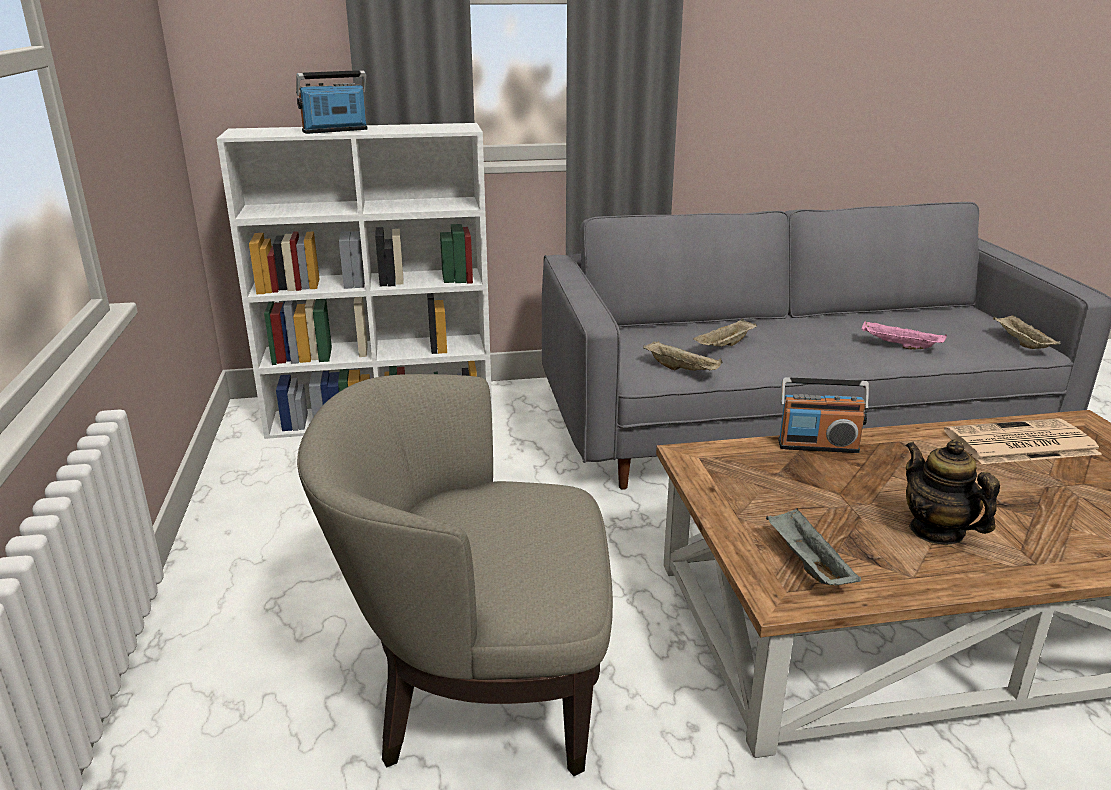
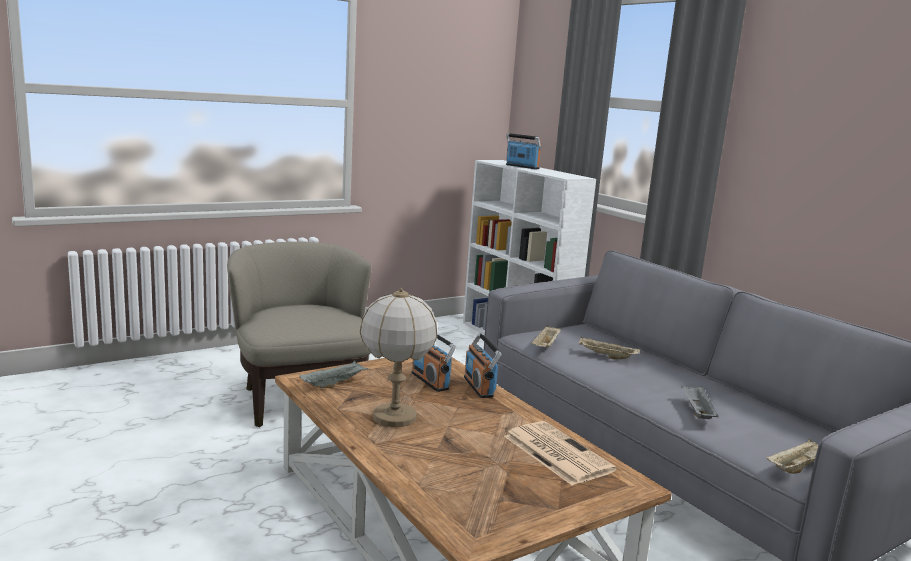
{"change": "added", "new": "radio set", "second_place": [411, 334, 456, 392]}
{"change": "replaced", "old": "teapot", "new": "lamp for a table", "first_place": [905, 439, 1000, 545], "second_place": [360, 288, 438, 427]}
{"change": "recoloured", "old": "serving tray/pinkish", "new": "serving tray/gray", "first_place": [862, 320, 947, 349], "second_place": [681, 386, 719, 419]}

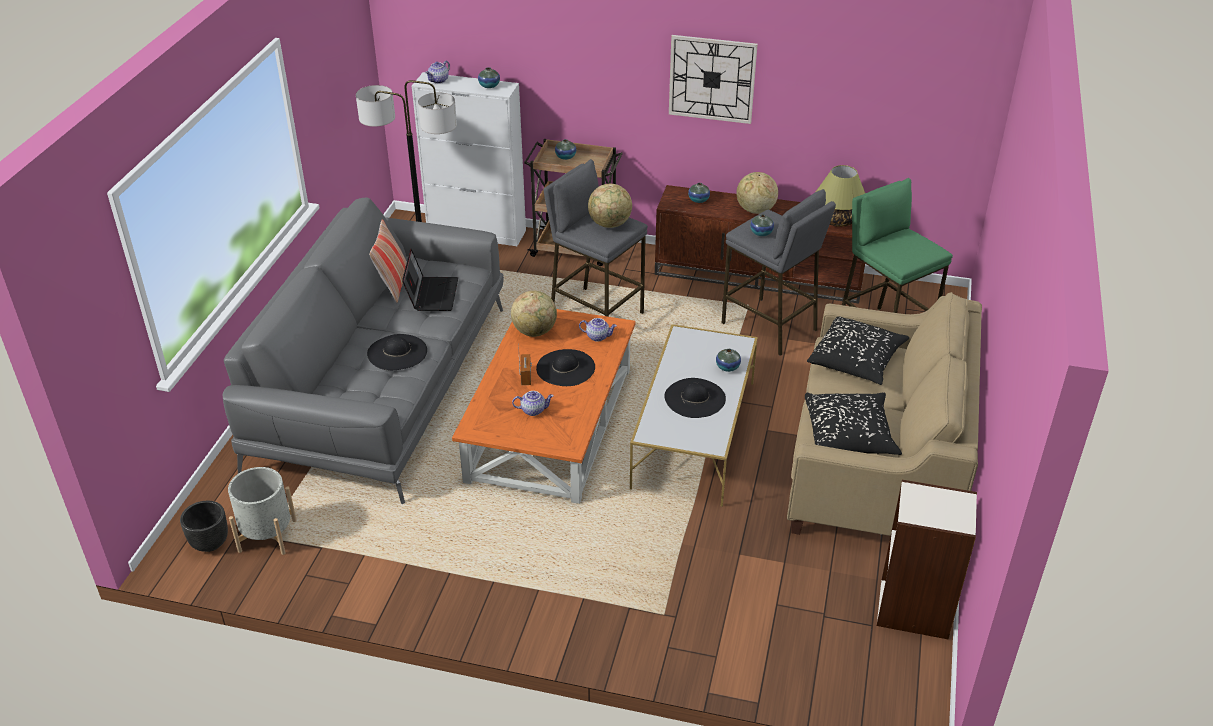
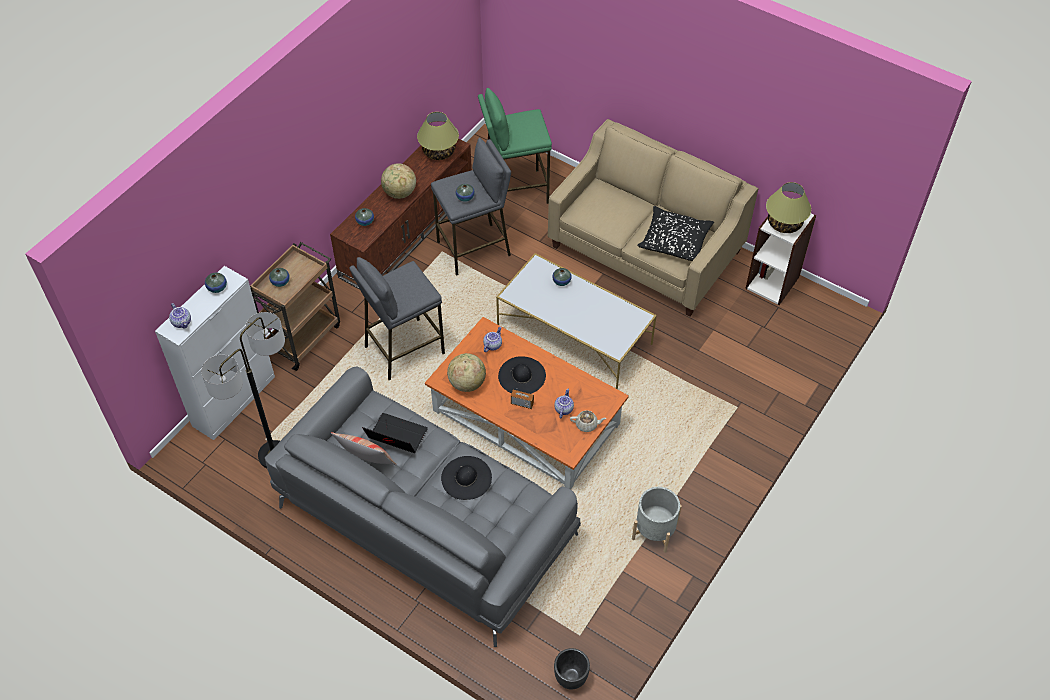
{"change": "removed", "old": "world globe", "first_place": [588, 184, 632, 228]}
{"change": "removed", "old": "wearable hat/black-coloured", "first_place": [664, 378, 726, 418]}
{"change": "removed", "old": "clock on the wall", "first_place": [669, 35, 758, 124]}
{"change": "removed", "old": "cushion/black-coloured", "first_place": [807, 317, 909, 385]}
{"change": "added", "new": "teapot/beige", "second_place": [570, 410, 606, 432]}
{"change": "added", "new": "lamp for a table", "second_place": [766, 182, 811, 233]}
{"change": "moved", "old": "flower pot/gray", "first_place": [228, 467, 297, 555], "second_place": [632, 487, 682, 553]}

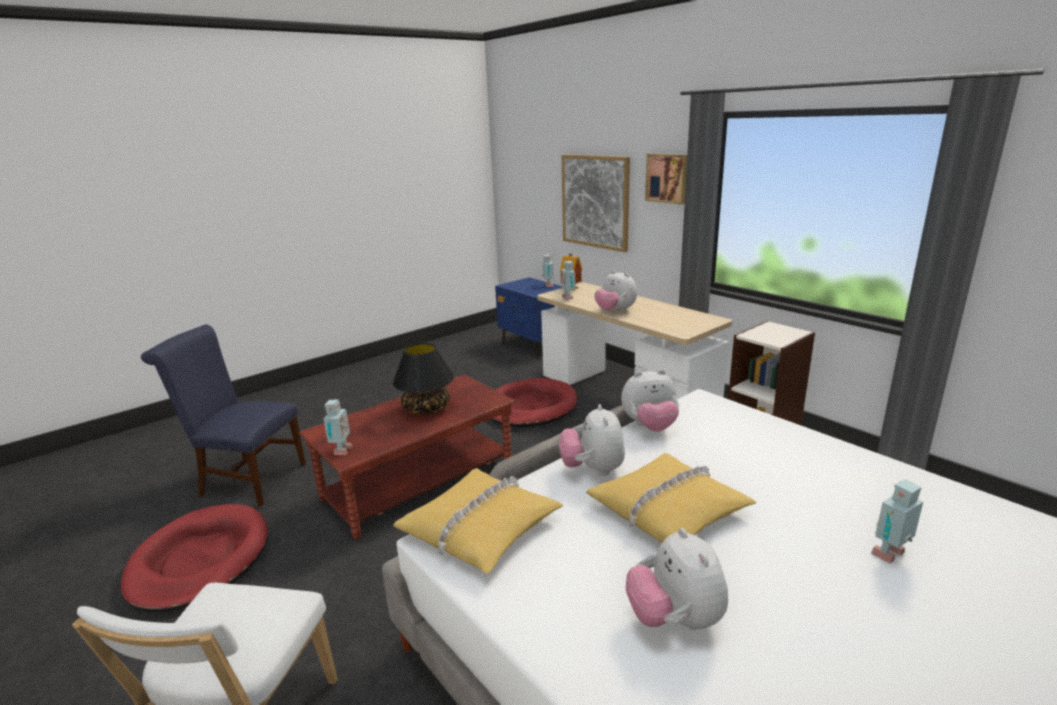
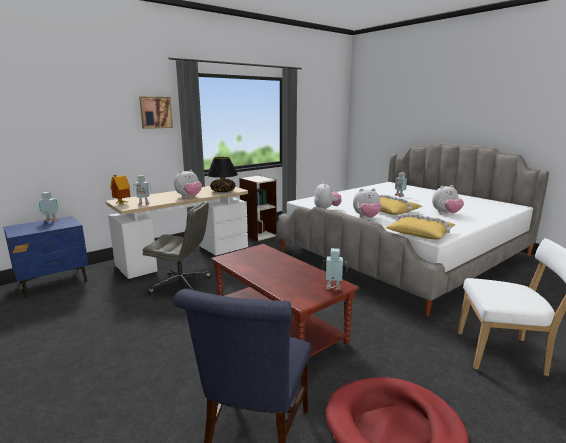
{"change": "removed", "old": "wall picture", "first_place": [562, 155, 630, 252]}
{"change": "moved", "old": "lamp for a table/black-coloured", "first_place": [393, 343, 454, 415], "second_place": [207, 157, 238, 192]}
{"change": "replaced", "old": "dog bed/red-coloured", "new": "office chair/gray", "first_place": [491, 378, 577, 427], "second_place": [143, 202, 211, 294]}

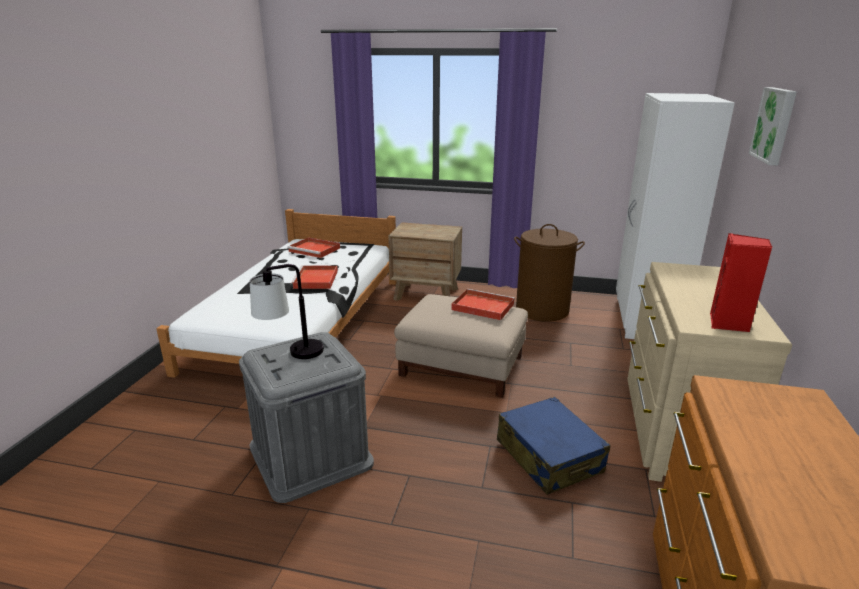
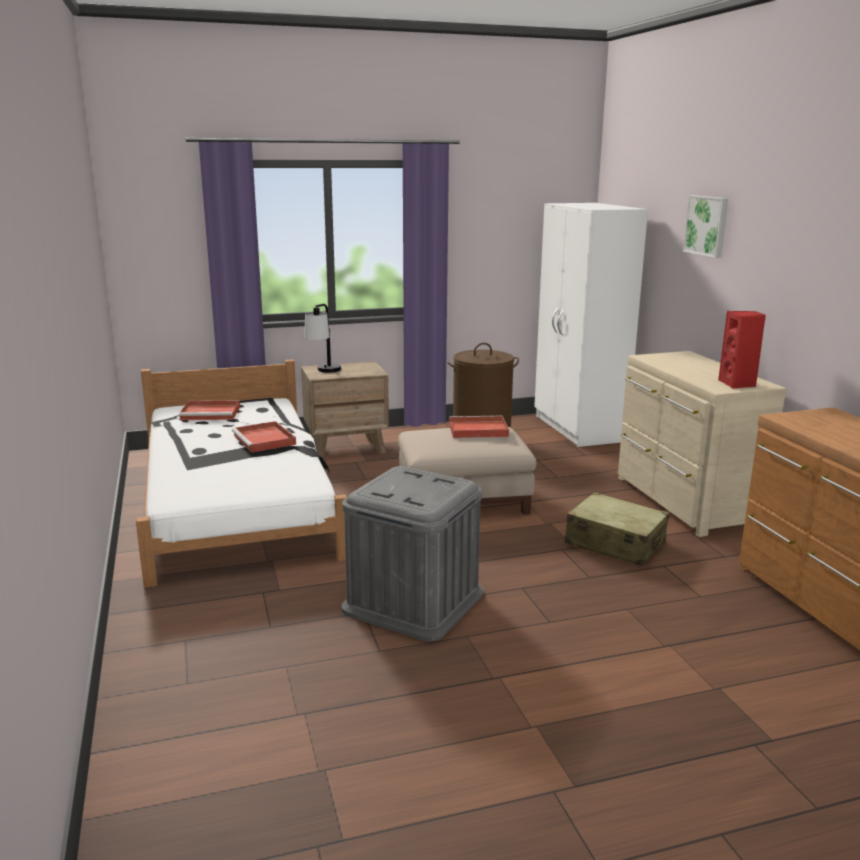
{"change": "moved", "old": "lamp for a table", "first_place": [250, 264, 324, 359], "second_place": [304, 304, 341, 373]}
{"change": "recoloured", "old": "piece of luggage/bluish", "new": "piece of luggage/beige", "first_place": [497, 397, 610, 495], "second_place": [565, 492, 669, 566]}

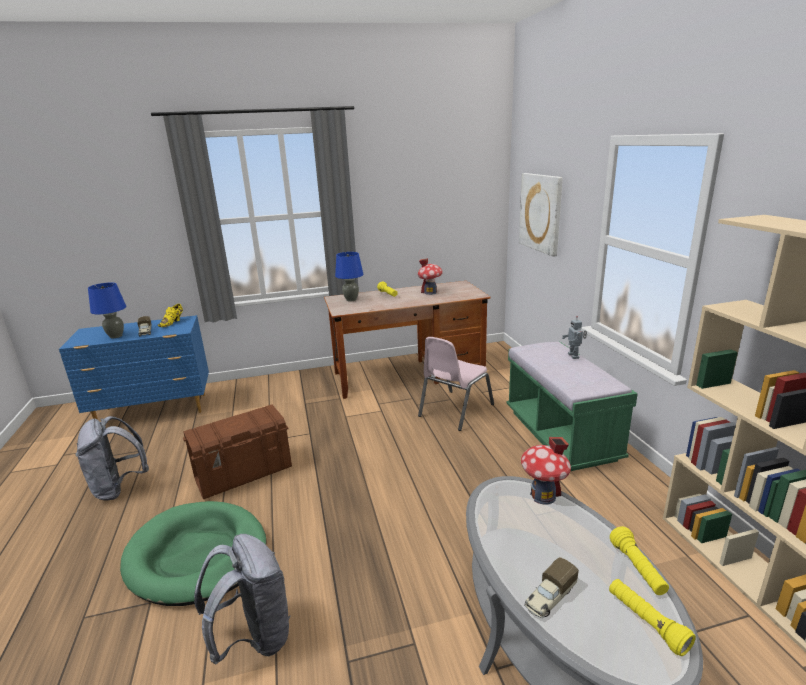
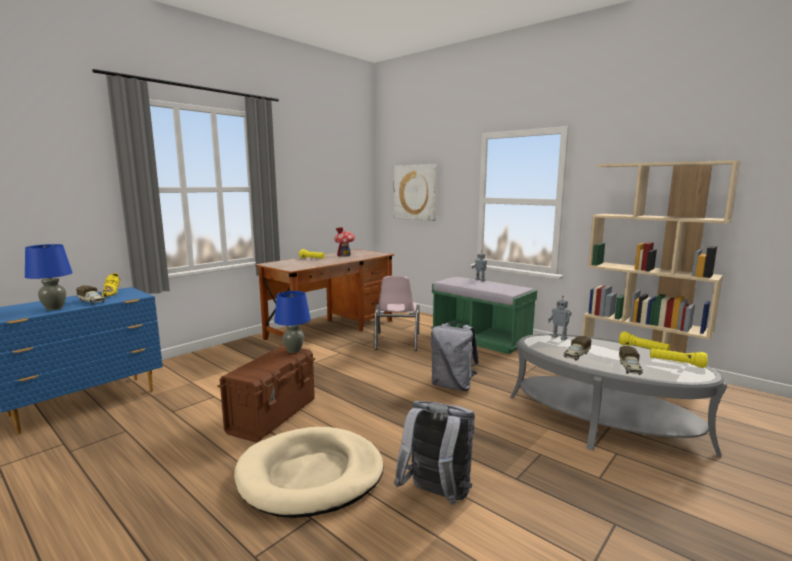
{"change": "added", "new": "toy truck", "second_place": [563, 336, 592, 360]}
{"change": "moved", "old": "knapsack/gray", "first_place": [76, 416, 149, 500], "second_place": [431, 322, 479, 391]}
{"change": "moved", "old": "lamp for a table/bluish", "first_place": [335, 252, 363, 302], "second_place": [274, 291, 311, 353]}
{"change": "replaced", "old": "model house", "new": "toy robot", "first_place": [521, 437, 571, 505], "second_place": [548, 296, 571, 340]}
{"change": "recoloured", "old": "dog bed/green", "new": "dog bed/beige", "first_place": [120, 501, 267, 606], "second_place": [234, 427, 384, 518]}

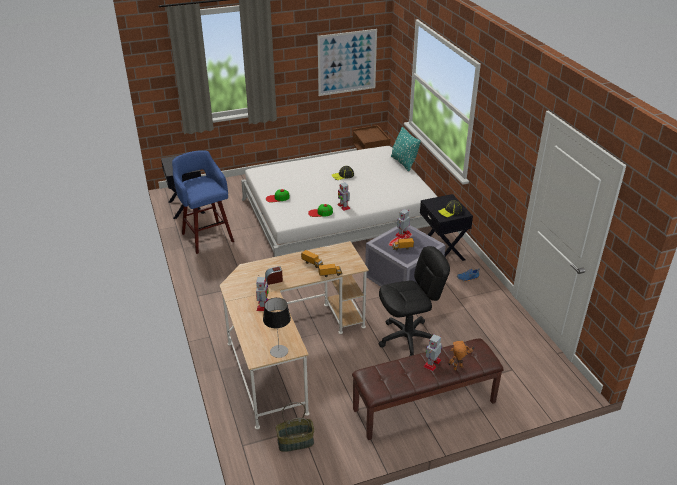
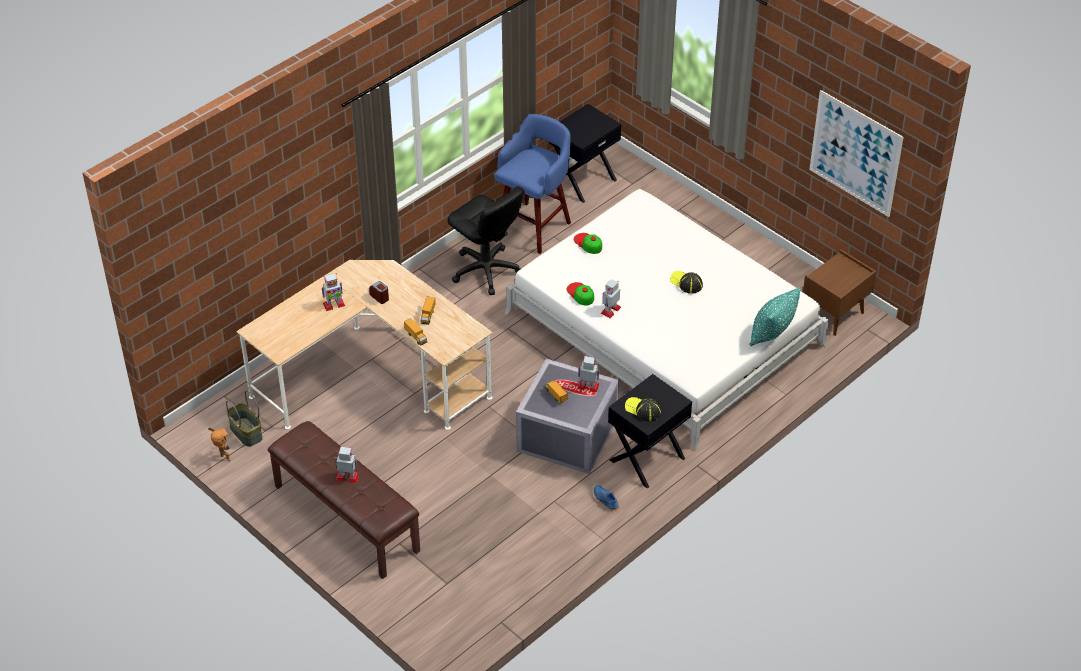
{"change": "removed", "old": "lamp for a table", "first_place": [263, 298, 291, 358]}
{"change": "moved", "old": "office chair/black-coloured", "first_place": [379, 246, 450, 356], "second_place": [448, 186, 525, 295]}
{"change": "moved", "old": "toy robot", "first_place": [449, 341, 475, 370], "second_place": [208, 427, 230, 461]}

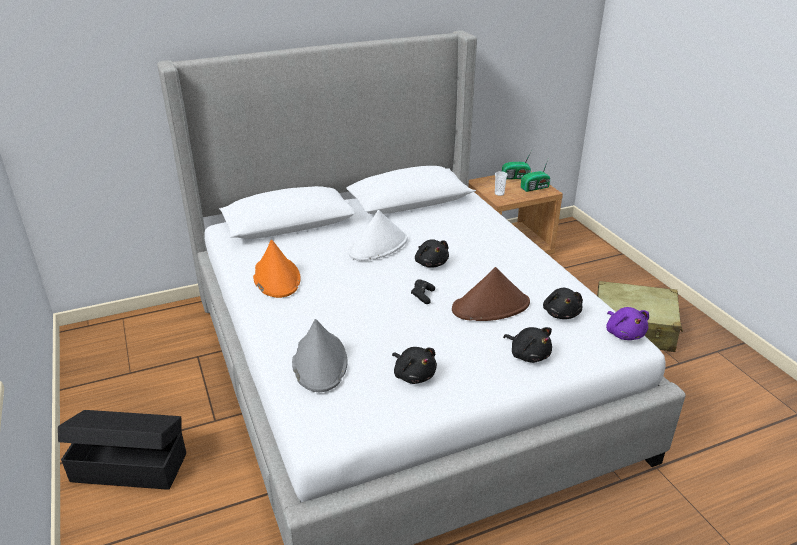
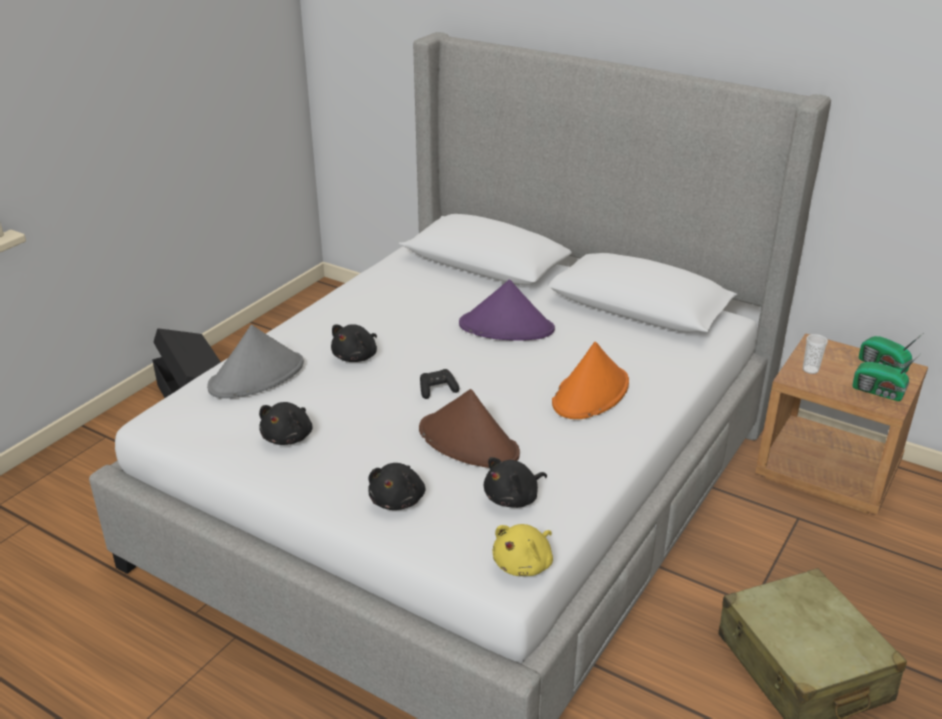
{"change": "moved", "old": "wearable hat/orange", "first_place": [253, 239, 301, 298], "second_place": [552, 342, 629, 419]}
{"change": "moved", "old": "cuddly toy/black-coloured", "first_place": [415, 239, 449, 268], "second_place": [331, 324, 377, 362]}
{"change": "recoloured", "old": "wearable hat/whitish", "new": "wearable hat/purple", "first_place": [349, 210, 408, 261], "second_place": [459, 280, 555, 341]}
{"change": "recoloured", "old": "cuddly toy/purple", "new": "cuddly toy/yellow", "first_place": [606, 307, 649, 340], "second_place": [492, 524, 553, 576]}

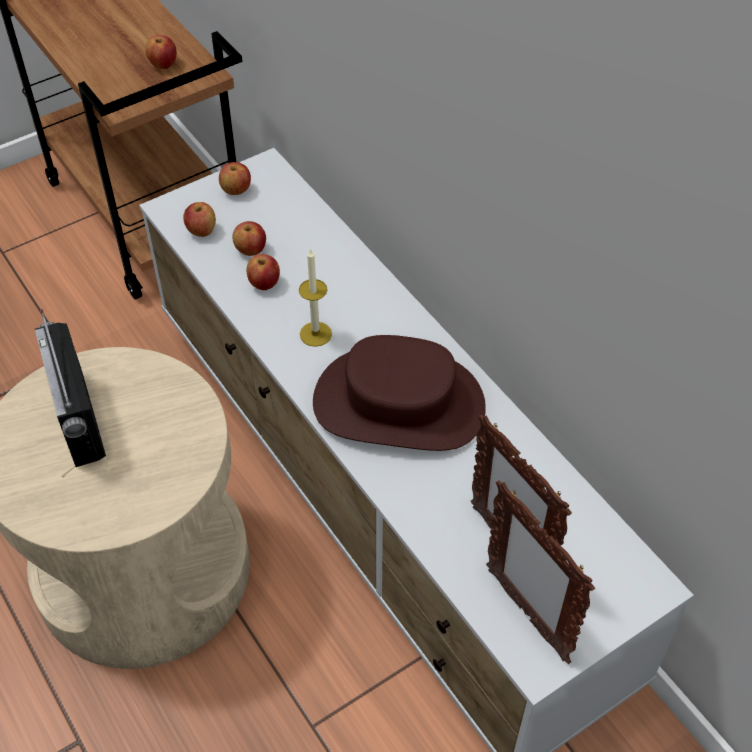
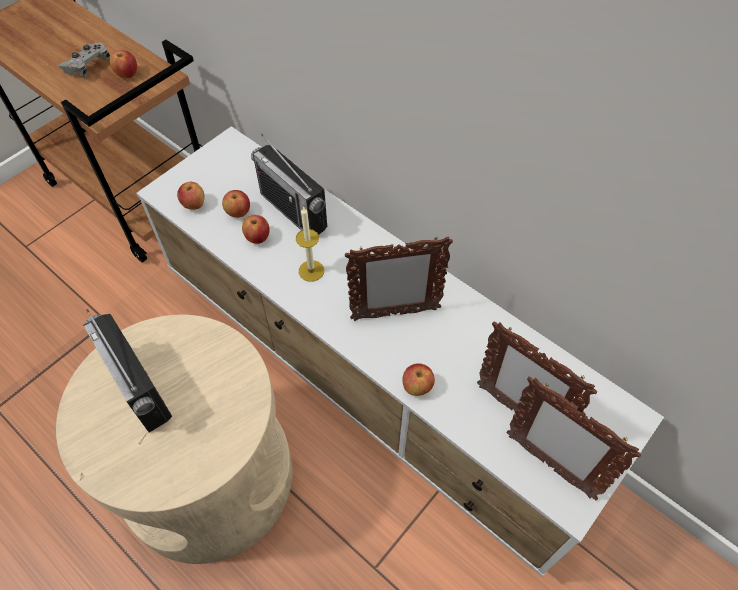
{"change": "added", "new": "joypad/gray", "second_place": [59, 43, 110, 78]}
{"change": "added", "new": "radio set", "second_place": [251, 134, 327, 235]}
{"change": "moved", "old": "whole apple", "first_place": [219, 162, 251, 195], "second_place": [402, 363, 435, 396]}
{"change": "replaced", "old": "wearable hat/brown-coloured", "new": "standing frame", "first_place": [313, 335, 486, 451], "second_place": [345, 236, 453, 321]}

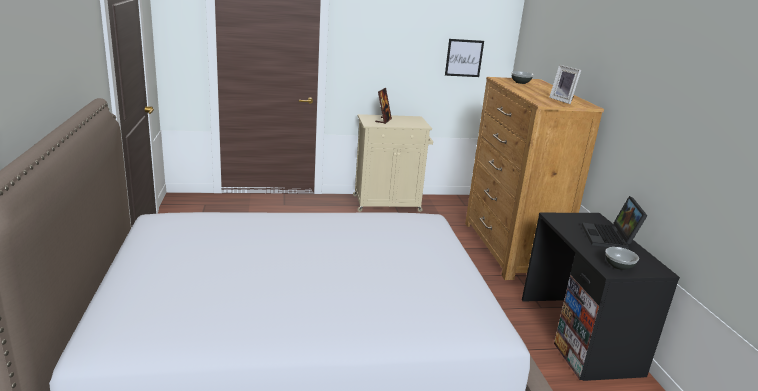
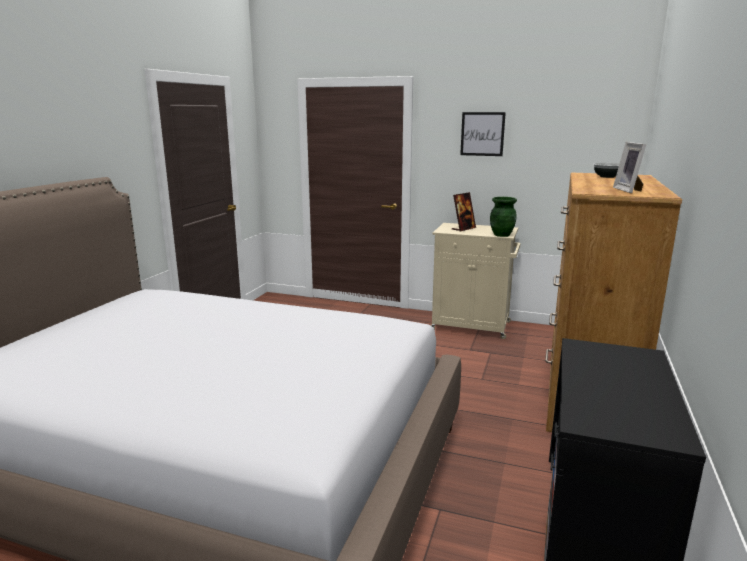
{"change": "removed", "old": "laptop", "first_place": [582, 196, 647, 249]}
{"change": "removed", "old": "deep dish", "first_place": [605, 247, 639, 270]}
{"change": "added", "new": "decorative vase/green", "second_place": [490, 197, 517, 237]}
{"change": "moved", "old": "wall picture", "first_place": [445, 39, 484, 77], "second_place": [460, 112, 506, 156]}

